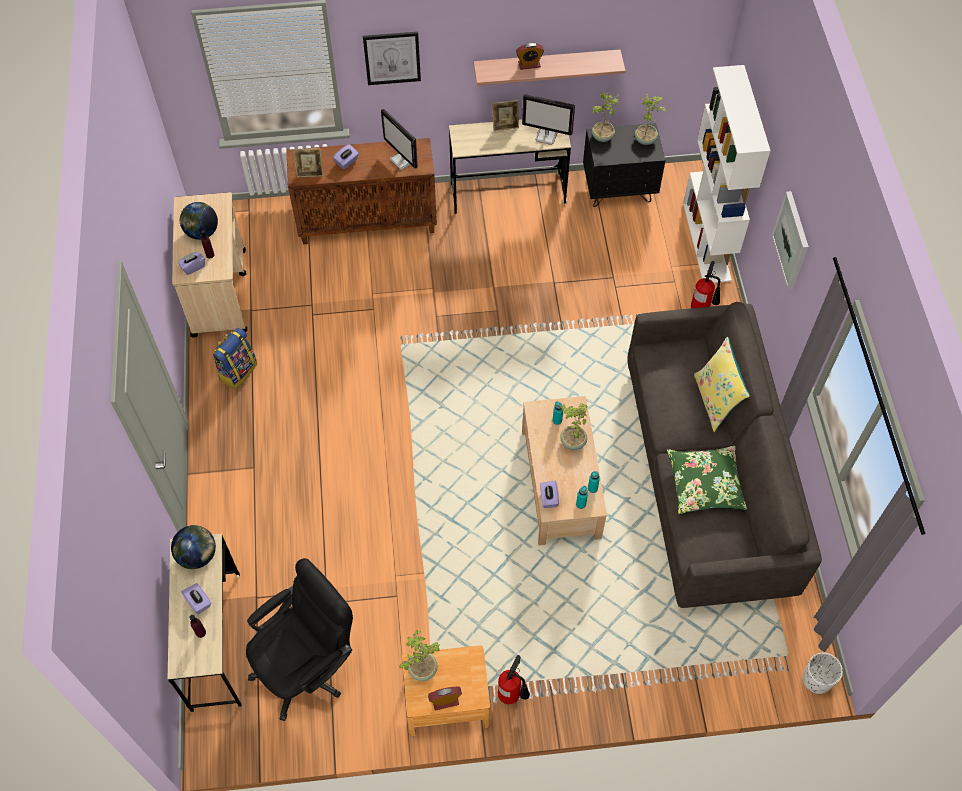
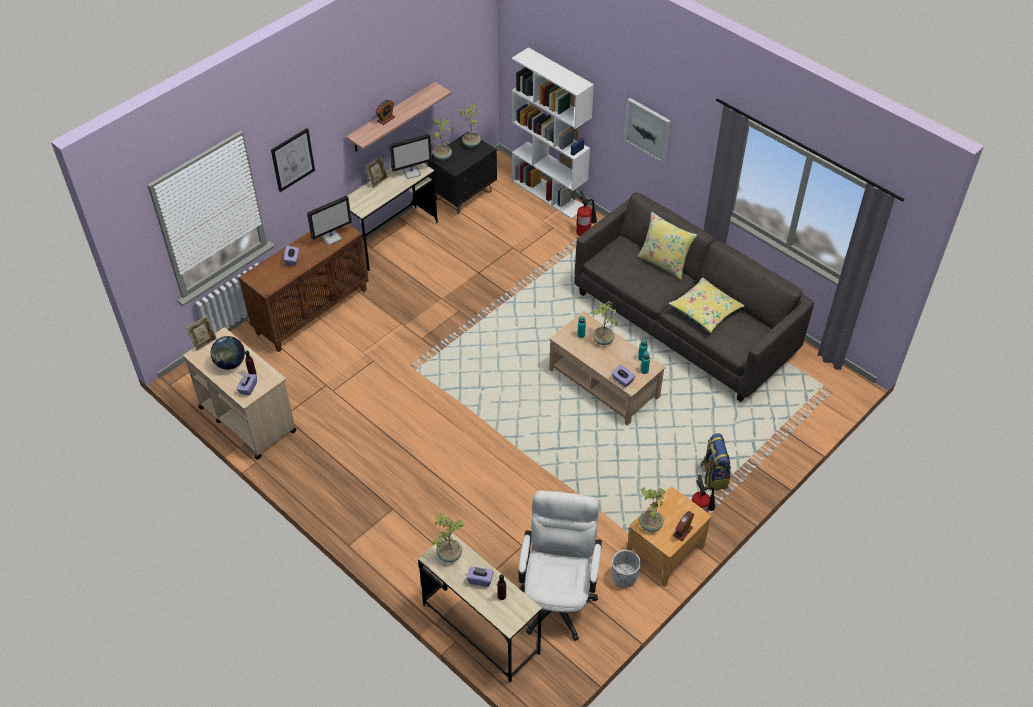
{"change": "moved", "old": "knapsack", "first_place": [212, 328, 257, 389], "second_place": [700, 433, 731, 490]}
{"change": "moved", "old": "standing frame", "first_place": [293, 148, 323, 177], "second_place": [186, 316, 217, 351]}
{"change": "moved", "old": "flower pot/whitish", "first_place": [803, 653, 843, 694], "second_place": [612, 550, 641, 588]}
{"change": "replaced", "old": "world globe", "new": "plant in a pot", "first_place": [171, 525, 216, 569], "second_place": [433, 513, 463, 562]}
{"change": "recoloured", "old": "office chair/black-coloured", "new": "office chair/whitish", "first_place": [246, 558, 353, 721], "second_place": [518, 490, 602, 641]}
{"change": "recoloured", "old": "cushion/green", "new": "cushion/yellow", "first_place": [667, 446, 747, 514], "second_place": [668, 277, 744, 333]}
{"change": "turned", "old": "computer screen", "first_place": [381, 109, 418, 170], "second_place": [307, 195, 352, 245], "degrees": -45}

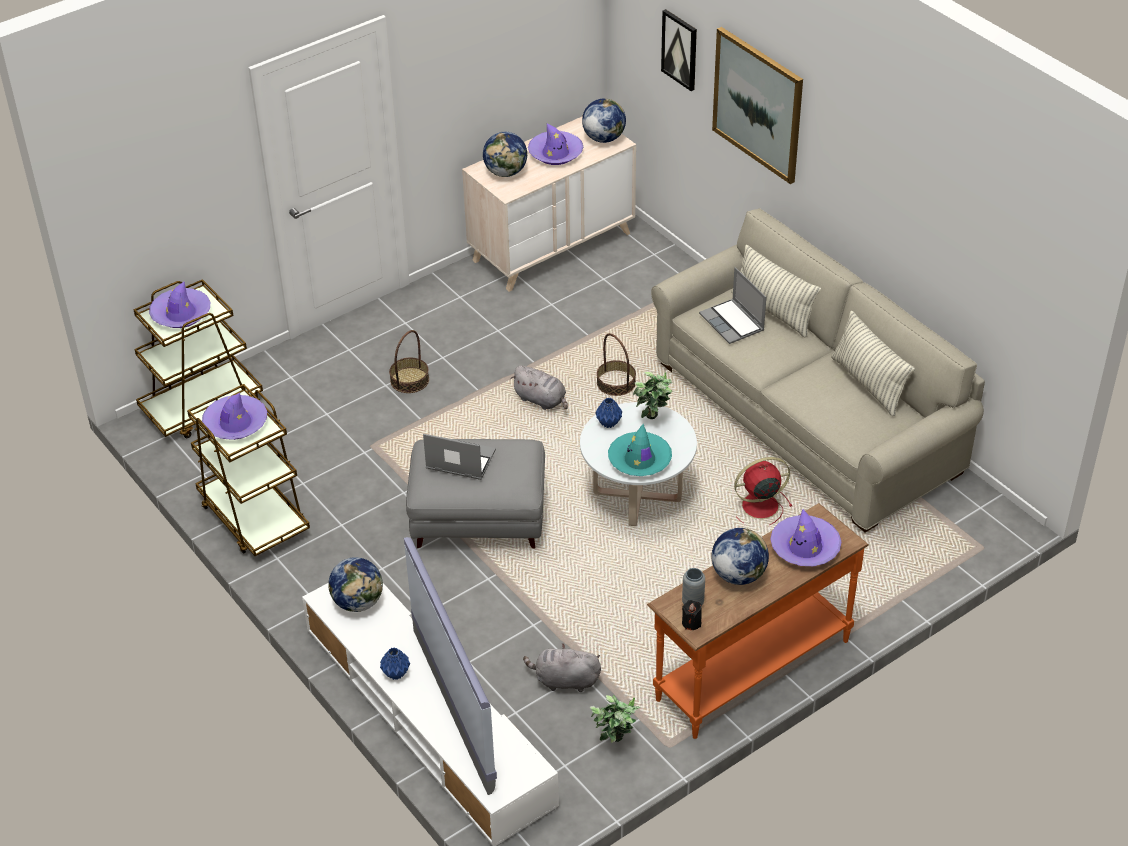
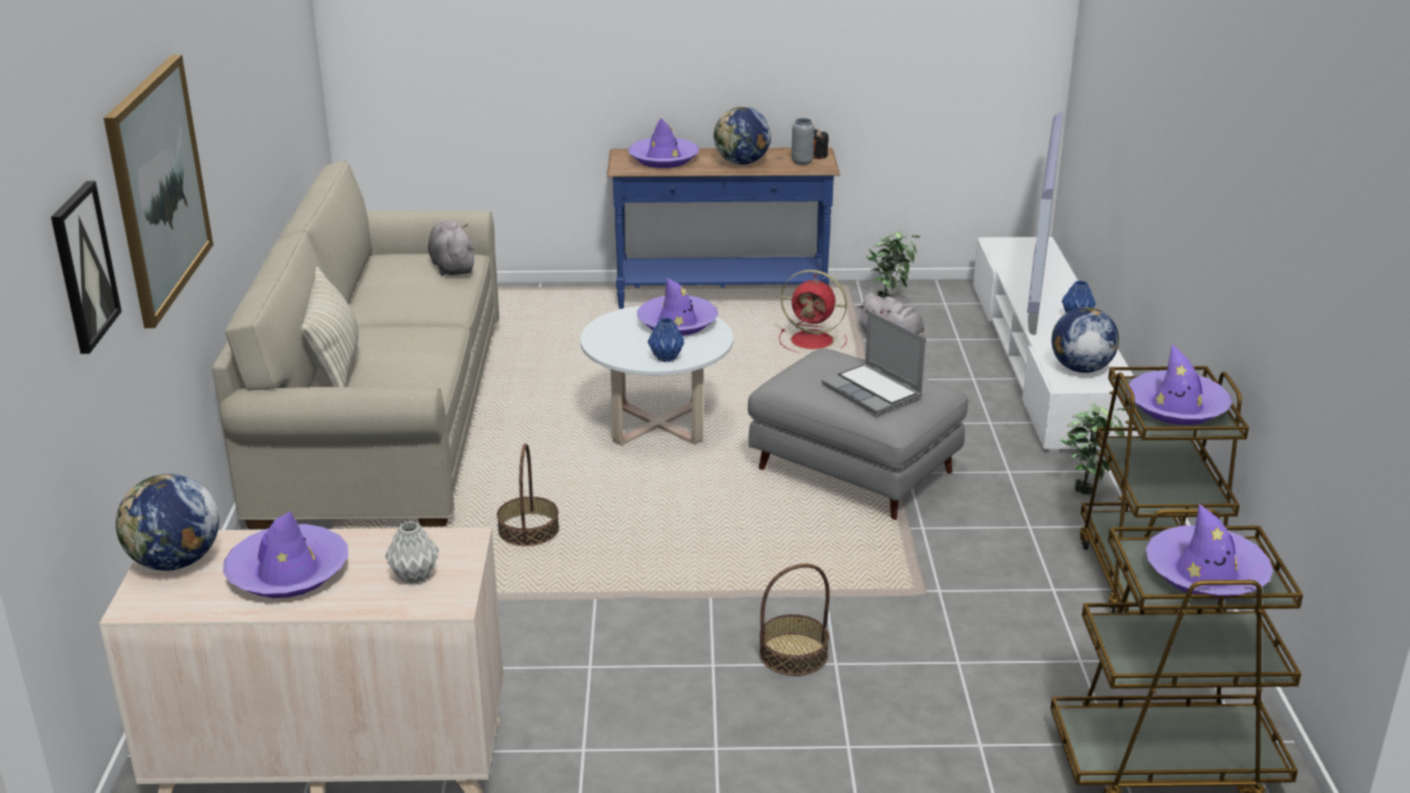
{"change": "removed", "old": "laptop", "first_place": [699, 267, 766, 344]}
{"change": "removed", "old": "cushion", "first_place": [831, 310, 915, 416]}
{"change": "moved", "old": "cuddly toy/gray", "first_place": [510, 365, 568, 410], "second_place": [428, 221, 474, 276]}
{"change": "moved", "old": "plant in a pot", "first_place": [633, 372, 672, 419], "second_place": [1060, 402, 1126, 495]}
{"change": "moved", "old": "electric fan/red-coloured", "first_place": [734, 457, 792, 525], "second_place": [779, 270, 847, 353]}
{"change": "replaced", "old": "world globe", "new": "decorative vase/gray", "first_place": [483, 132, 527, 177], "second_place": [385, 521, 439, 584]}
{"change": "recoloured", "old": "wearable hat/turquoise-coloured", "new": "wearable hat/purple", "first_place": [608, 424, 672, 476], "second_place": [637, 278, 718, 336]}
{"change": "recoloured", "old": "hall table/orange", "new": "hall table/bluish", "first_place": [647, 503, 869, 739], "second_place": [607, 148, 840, 309]}

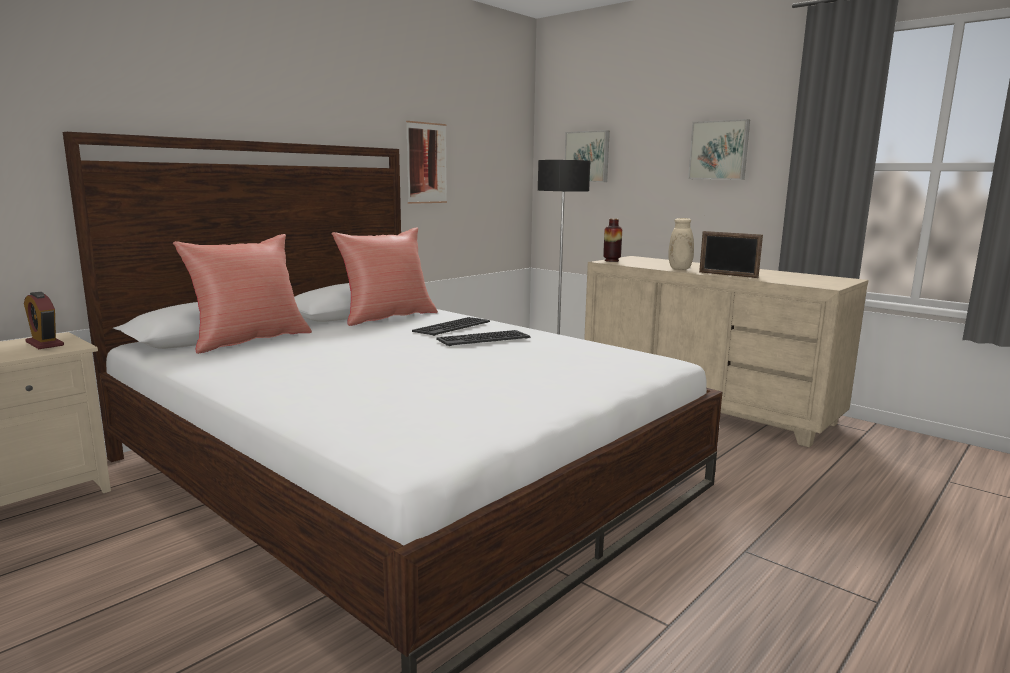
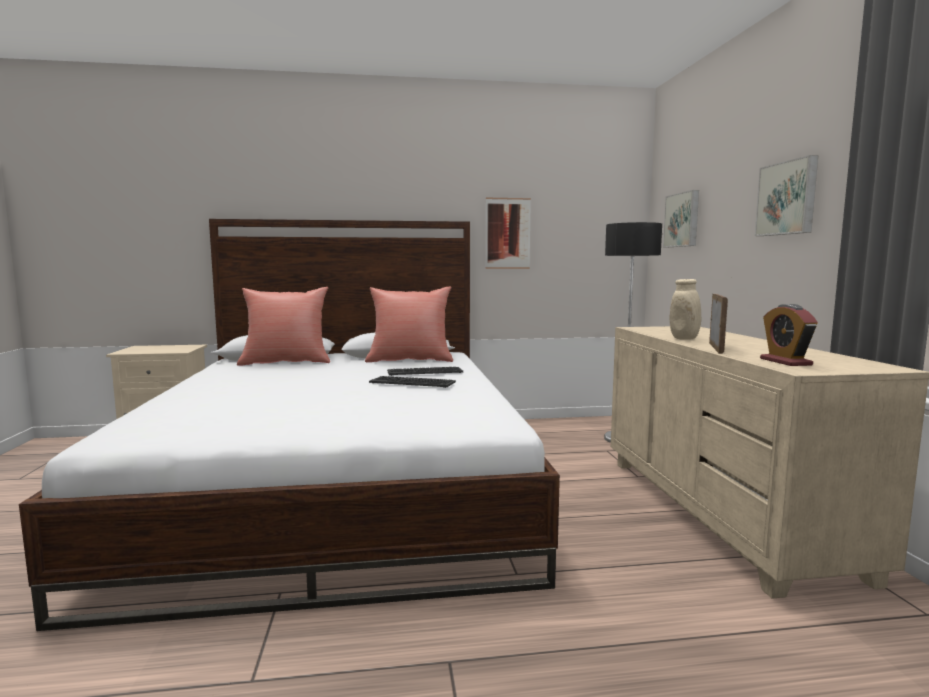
{"change": "removed", "old": "decorative vase", "first_place": [603, 219, 622, 262]}
{"change": "moved", "old": "alarm clock", "first_place": [24, 292, 64, 349], "second_place": [760, 304, 818, 366]}
{"change": "turned", "old": "standing frame", "first_place": [699, 231, 763, 278], "second_place": [709, 294, 728, 354], "degrees": -150}

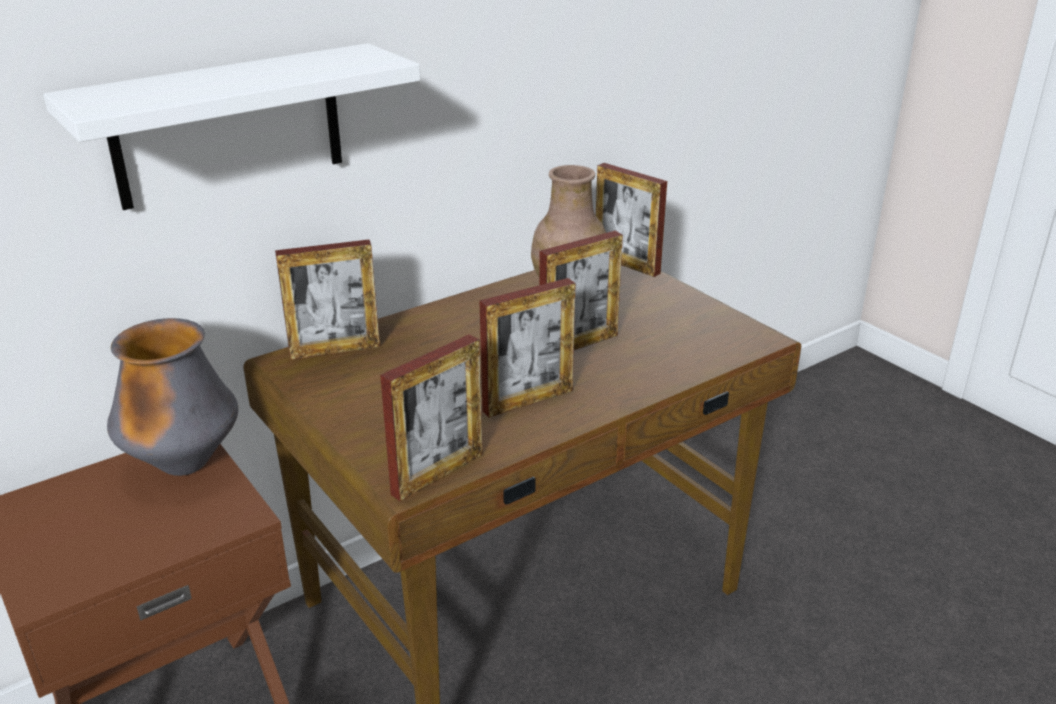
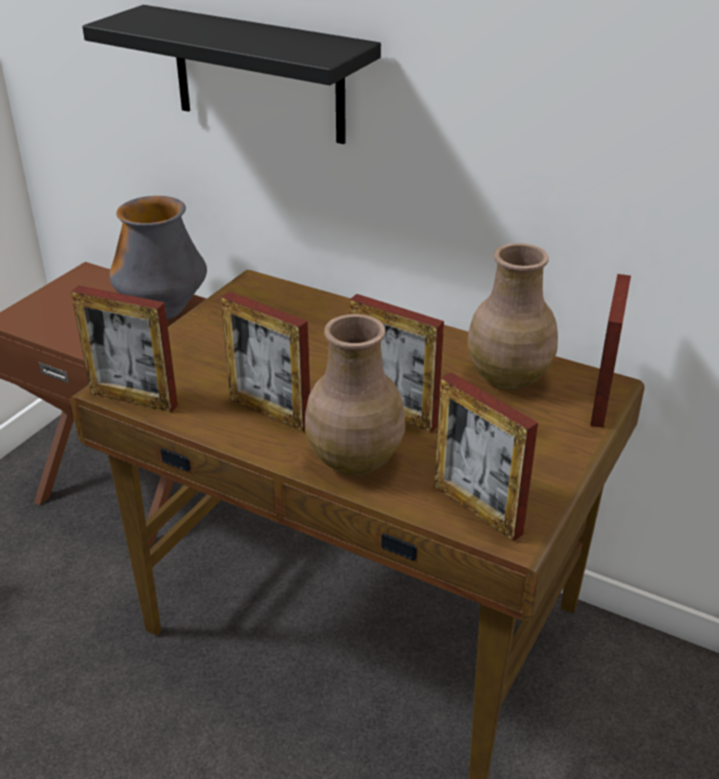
{"change": "added", "new": "decorative vase/brown-coloured", "second_place": [305, 314, 406, 476]}
{"change": "moved", "old": "standing frame", "first_place": [275, 240, 380, 360], "second_place": [434, 372, 538, 542]}
{"change": "recoloured", "old": "shelf/whitish", "new": "shelf/black-coloured", "first_place": [43, 43, 421, 210], "second_place": [82, 5, 381, 144]}

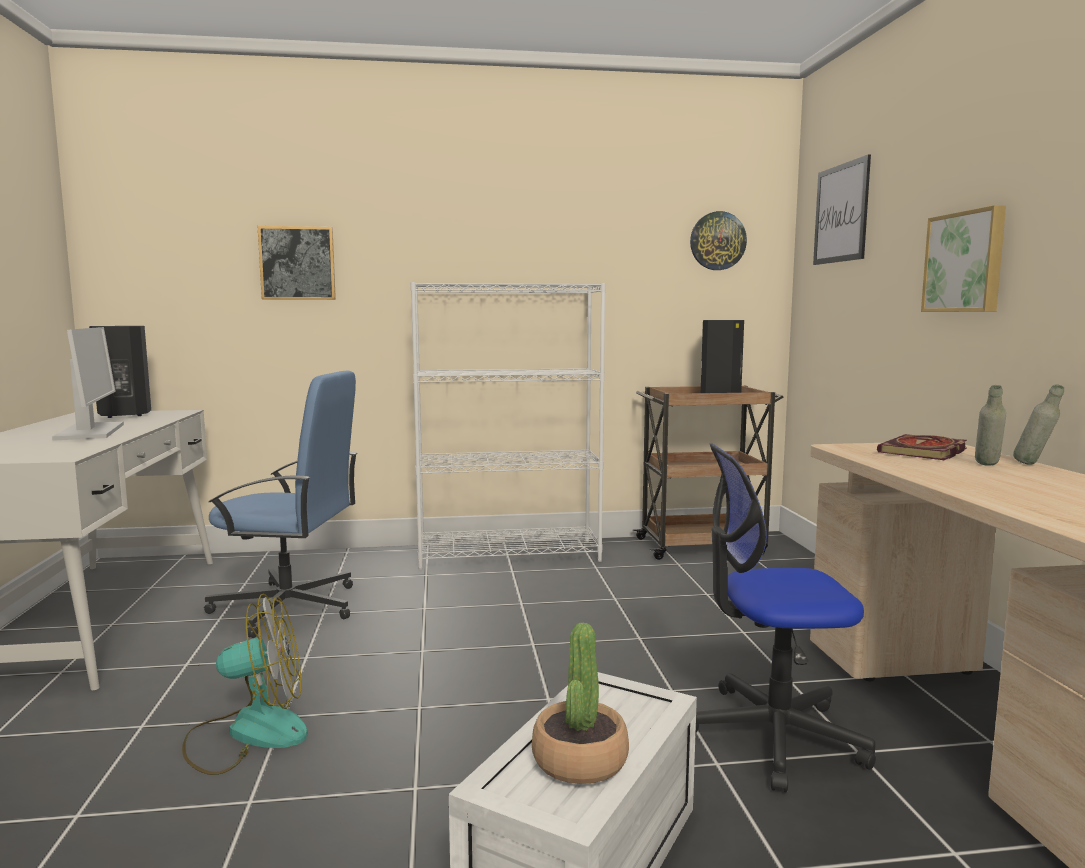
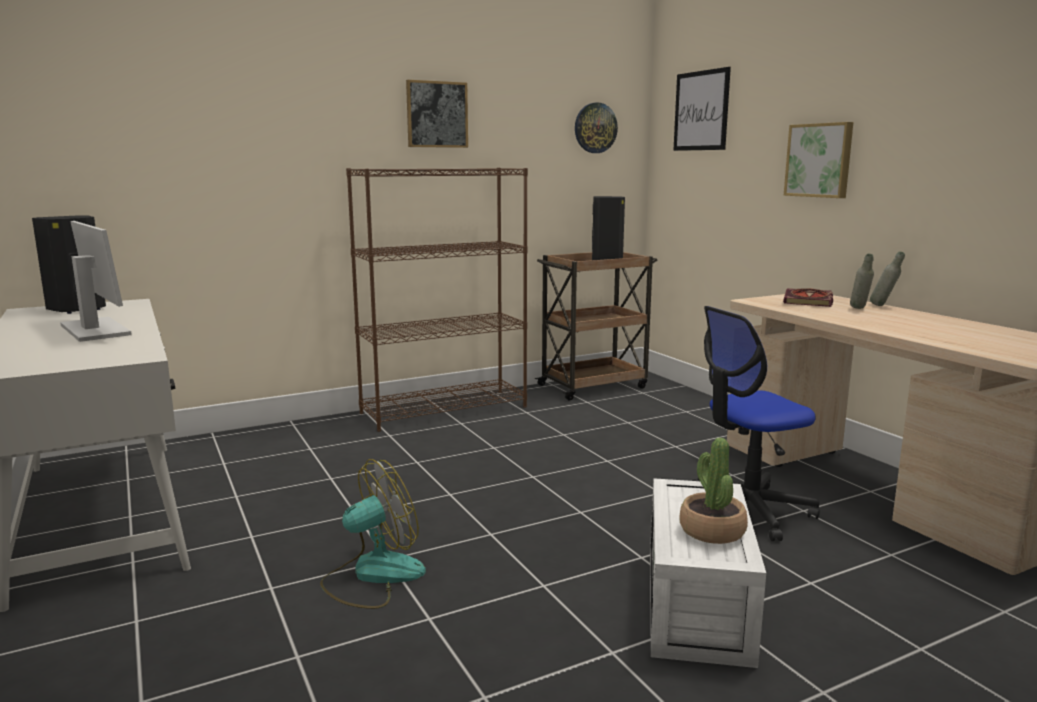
{"change": "removed", "old": "office chair/bluish", "first_place": [204, 371, 358, 638]}
{"change": "moved", "old": "wall picture", "first_place": [257, 226, 336, 300], "second_place": [406, 80, 468, 148]}
{"change": "recoloured", "old": "shelving unit/whitish", "new": "shelving unit/brown-coloured", "first_place": [410, 282, 606, 570], "second_place": [346, 168, 528, 432]}

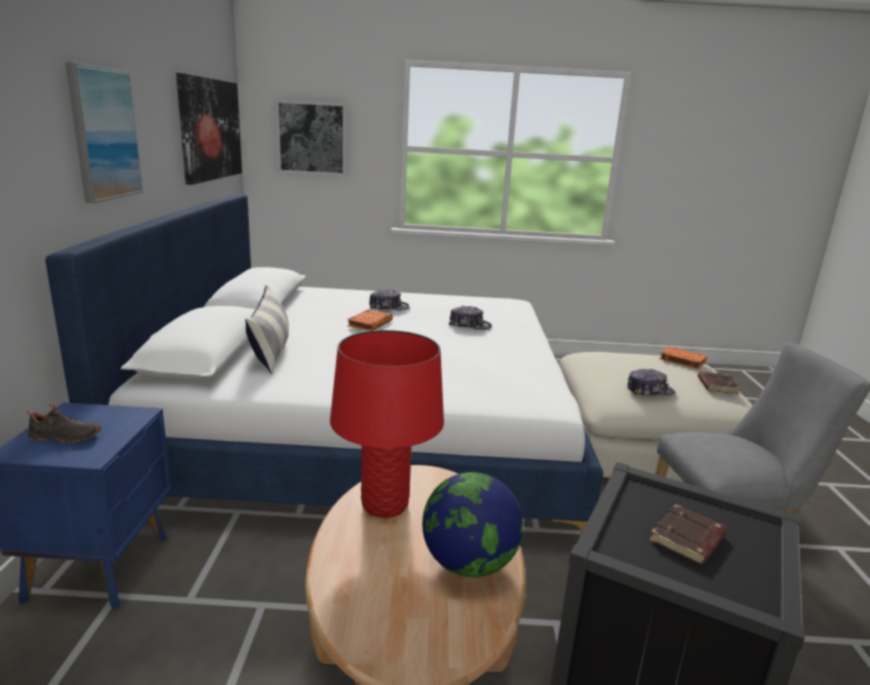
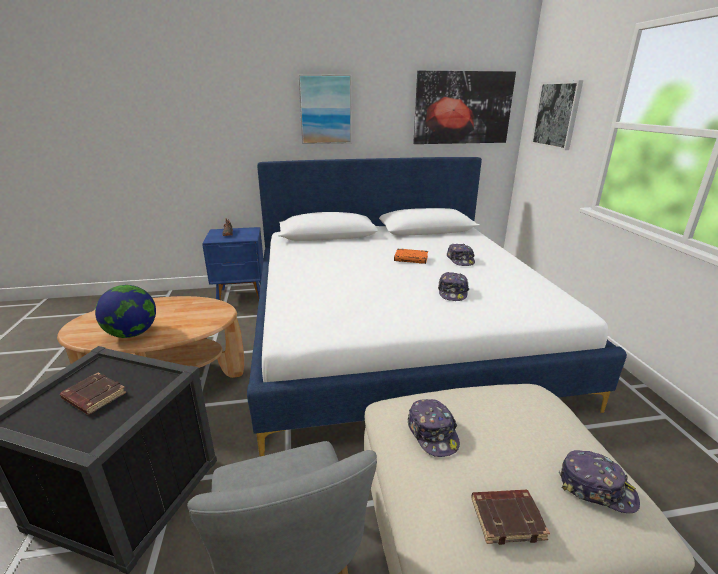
{"change": "removed", "old": "cushion", "first_place": [245, 285, 289, 374]}
{"change": "removed", "old": "lamp for a table/red-coloured", "first_place": [330, 330, 444, 518]}
{"change": "replaced", "old": "volume/orange", "new": "baseball cap", "first_place": [659, 346, 707, 369], "second_place": [559, 450, 640, 513]}

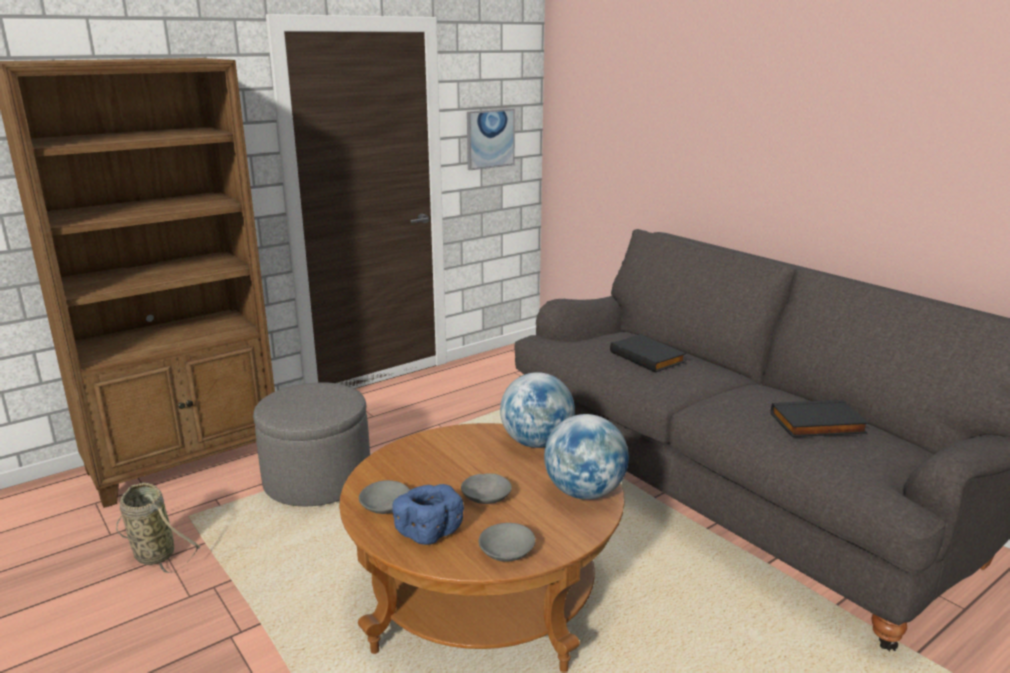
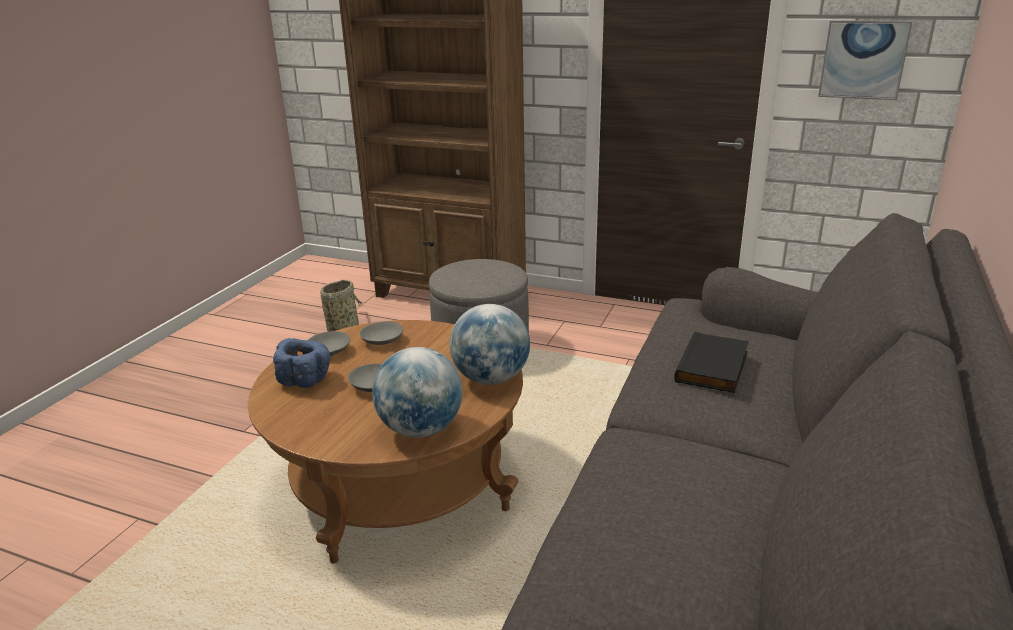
{"change": "removed", "old": "volume/black-coloured", "first_place": [771, 400, 869, 437]}
{"change": "moved", "old": "deep dish/gray", "first_place": [479, 523, 535, 562], "second_place": [359, 321, 403, 345]}

